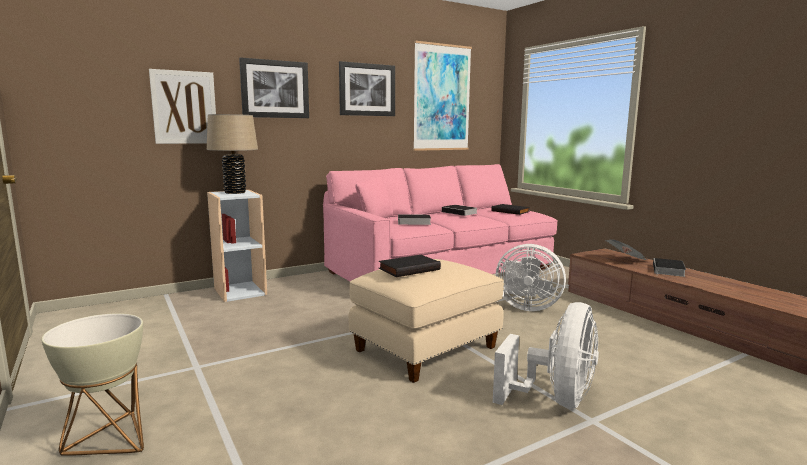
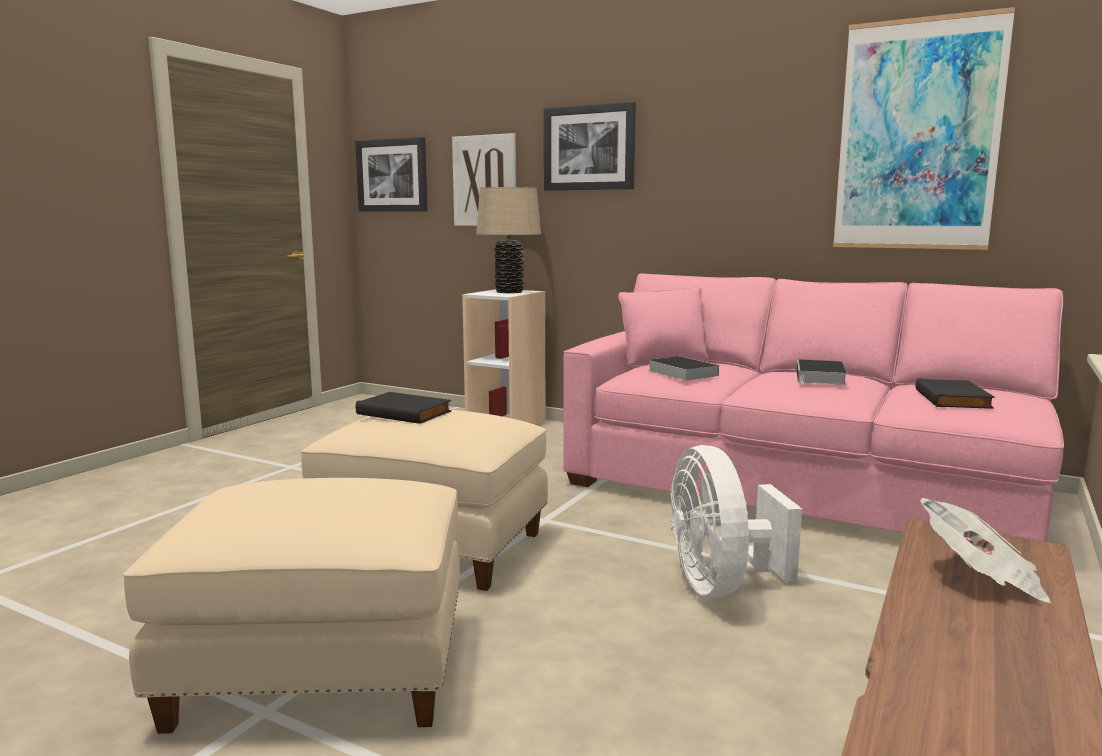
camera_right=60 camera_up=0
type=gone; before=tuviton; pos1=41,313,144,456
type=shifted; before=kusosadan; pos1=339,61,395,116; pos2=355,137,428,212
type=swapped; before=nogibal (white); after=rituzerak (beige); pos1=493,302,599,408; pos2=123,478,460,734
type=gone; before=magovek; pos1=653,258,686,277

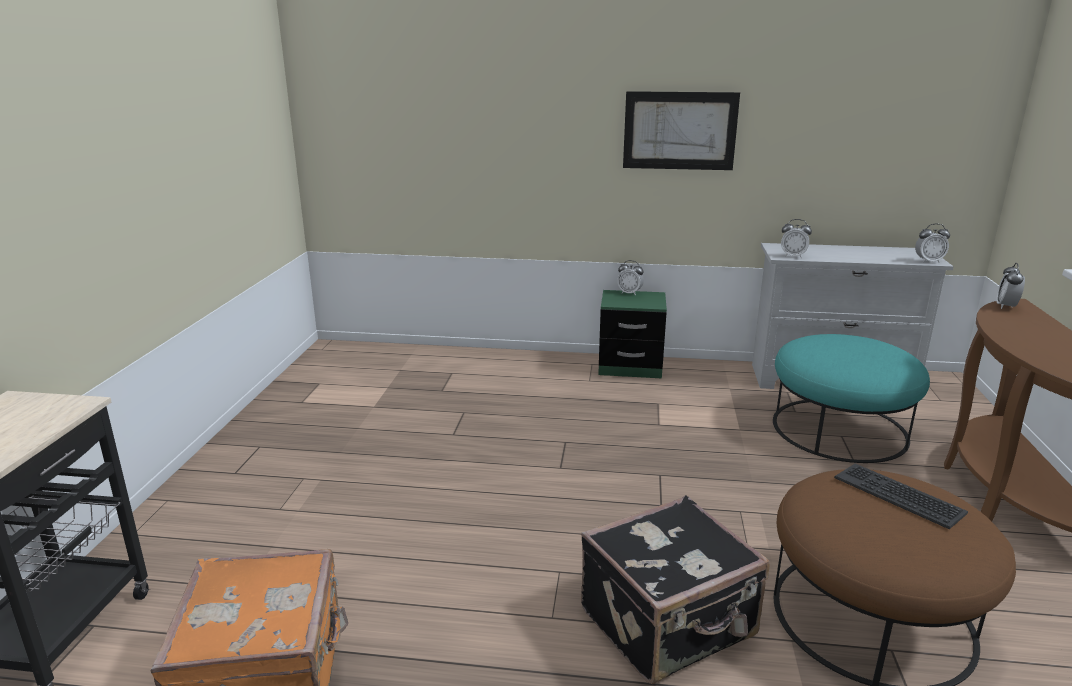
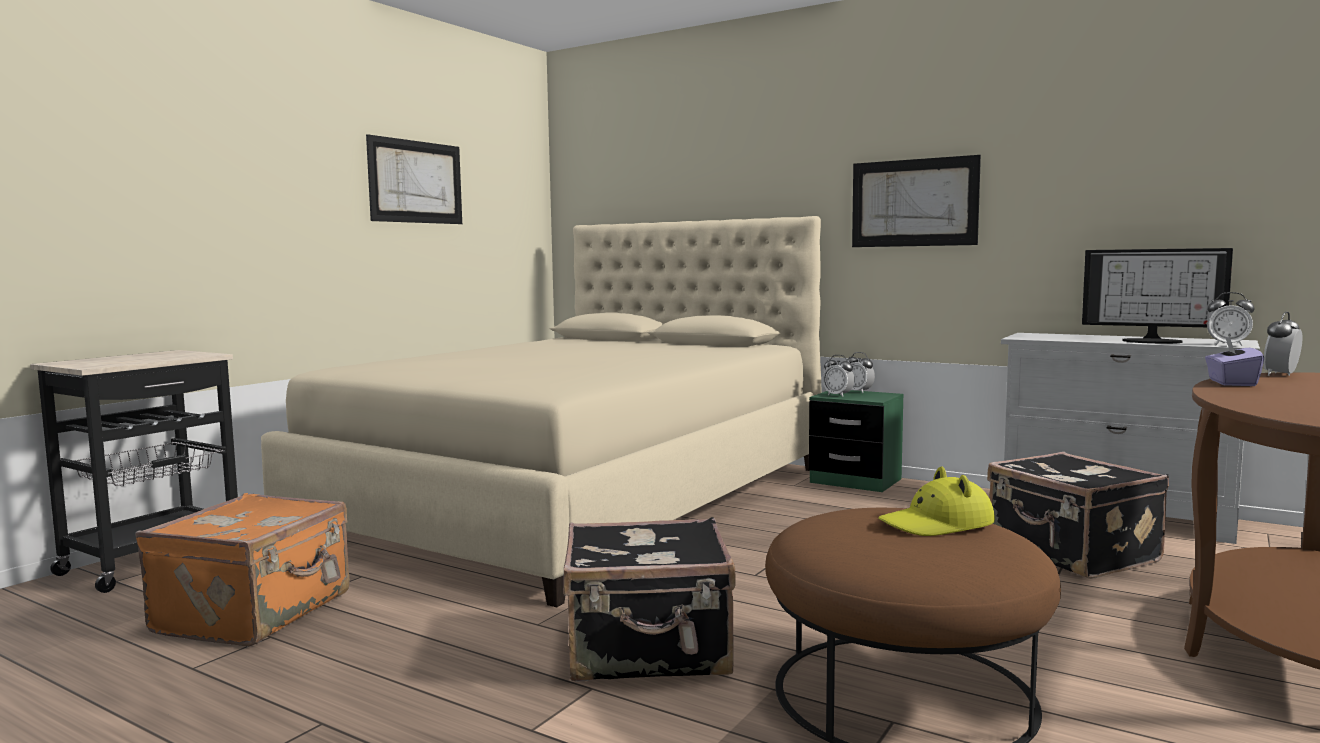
camera_right=25 camera_up=-15
type=swapped; before=rituzerak (turquoise); after=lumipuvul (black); pos1=773,334,930,463; pos2=987,452,1169,579
type=shifted; before=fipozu; pos1=781,219,812,258; pos2=823,355,855,397
type=swapped; before=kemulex; after=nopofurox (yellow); pos1=834,464,968,529; pos2=879,466,995,536
type=new; after=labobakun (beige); pos2=261,216,821,607
type=new; after=kusosadan; pos2=366,134,462,224
type=new; after=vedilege; pos2=1082,248,1233,344
type=new; after=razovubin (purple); pos2=1205,337,1264,386

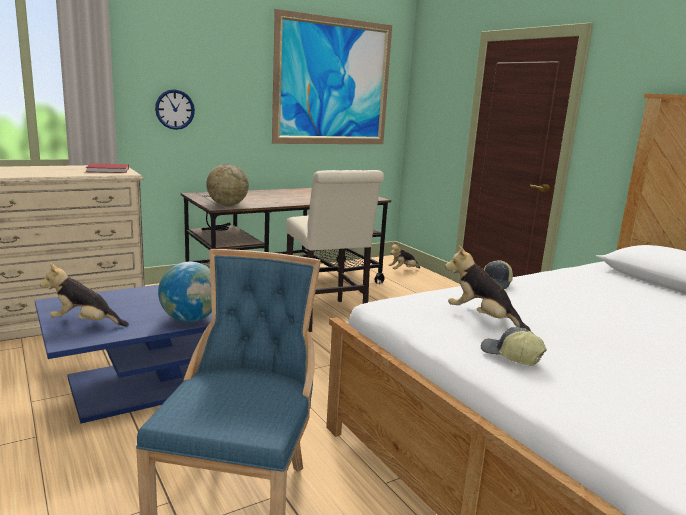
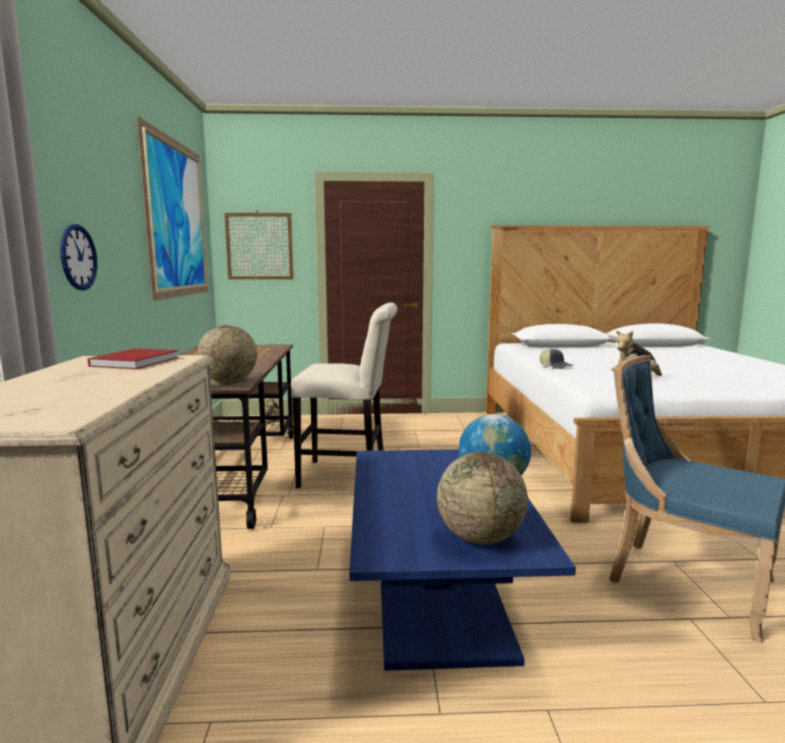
camera_right=-60 camera_up=-5
type=swapped; before=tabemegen; after=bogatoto; pos1=40,263,129,326; pos2=437,452,528,545
type=gone; before=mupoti; pos1=481,327,547,366
type=new; after=kusosadan; pos2=224,210,293,280

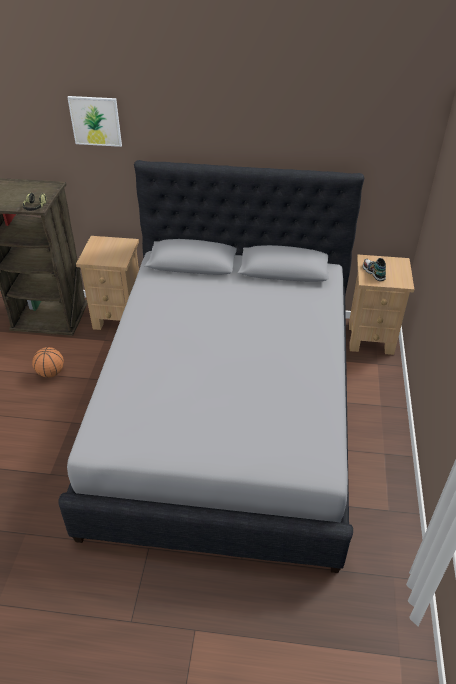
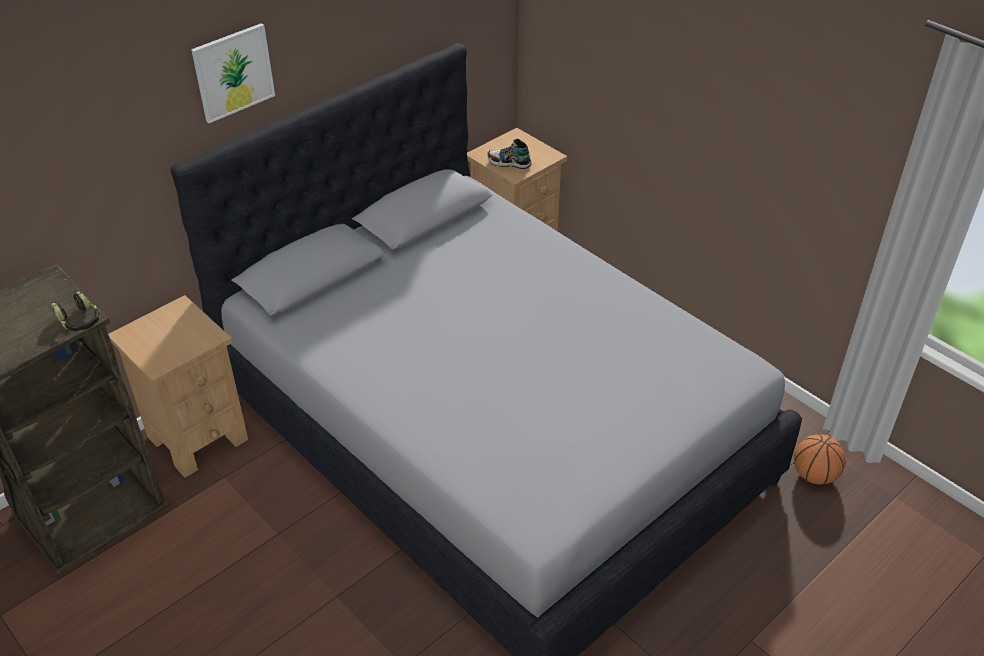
camera_right=-50 camera_up=0
type=shifted; before=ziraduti; pos1=32,347,64,378; pos2=794,434,846,485
type=shifted; before=kusosadan; pos1=67,96,122,147; pos2=191,23,275,123

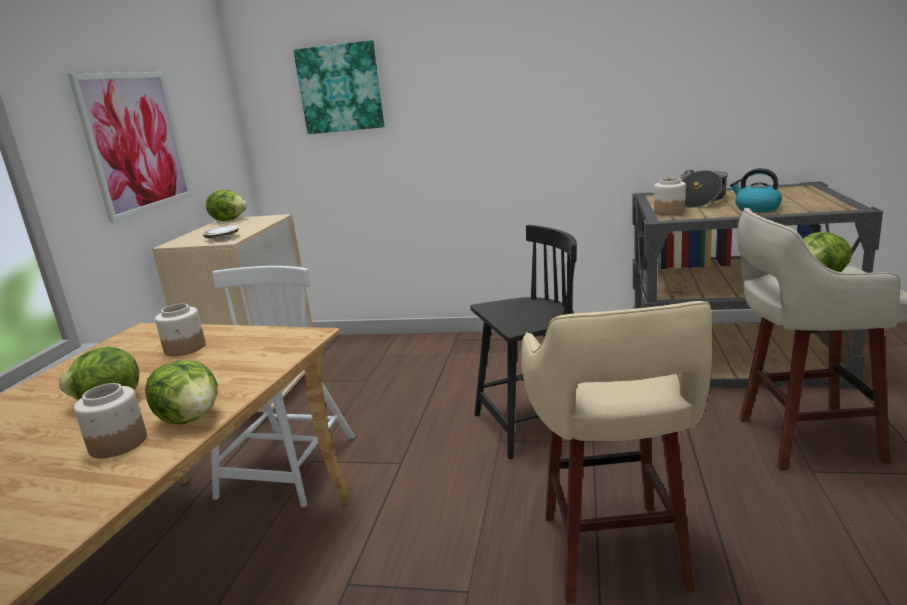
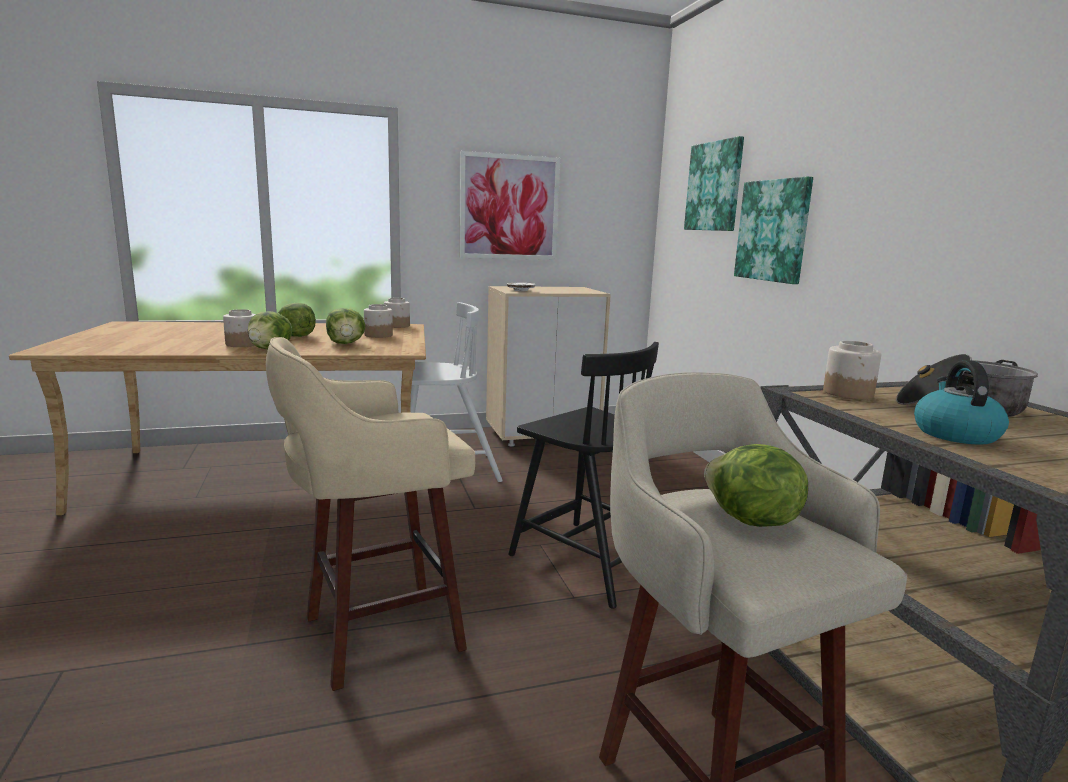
camera_right=60 camera_up=-5
type=shifted; before=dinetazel; pos1=206,190,247,221; pos2=326,308,366,344
type=new; after=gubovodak; pos2=384,298,410,328
type=new; after=kusosadan; pos2=734,177,813,284

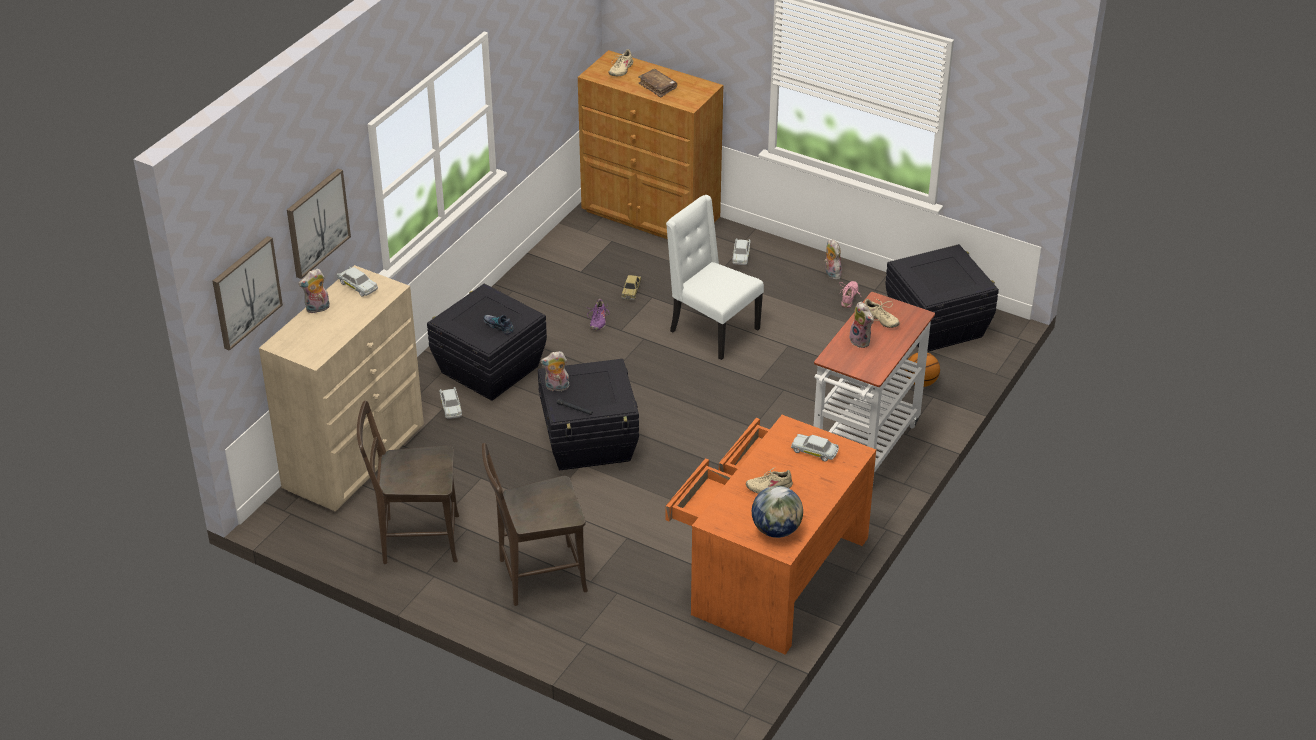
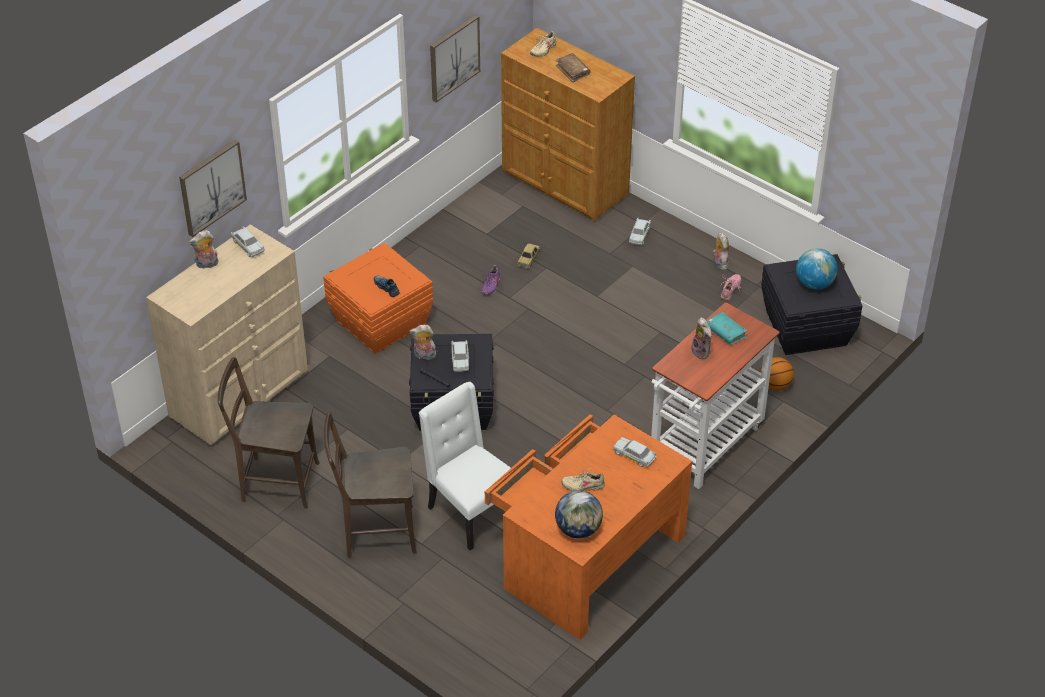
camera_right=10 camera_up=5
type=shifted; before=kusosadan; pos1=213,236,283,351; pos2=430,15,480,103
type=repainted; before=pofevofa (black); after=pofevofa (orange); pos1=427,283,547,401; pos2=323,243,433,354
type=shifted; before=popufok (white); pos1=439,387,462,419; pos2=451,340,469,372
type=shifted; before=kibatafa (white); pos1=666,195,764,360; pos2=419,382,511,550
type=swapped; before=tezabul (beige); after=magovek (turquoise); pos1=864,298,900,328; pos2=707,312,747,345
type=new; after=bogatoto; pos2=796,248,838,289

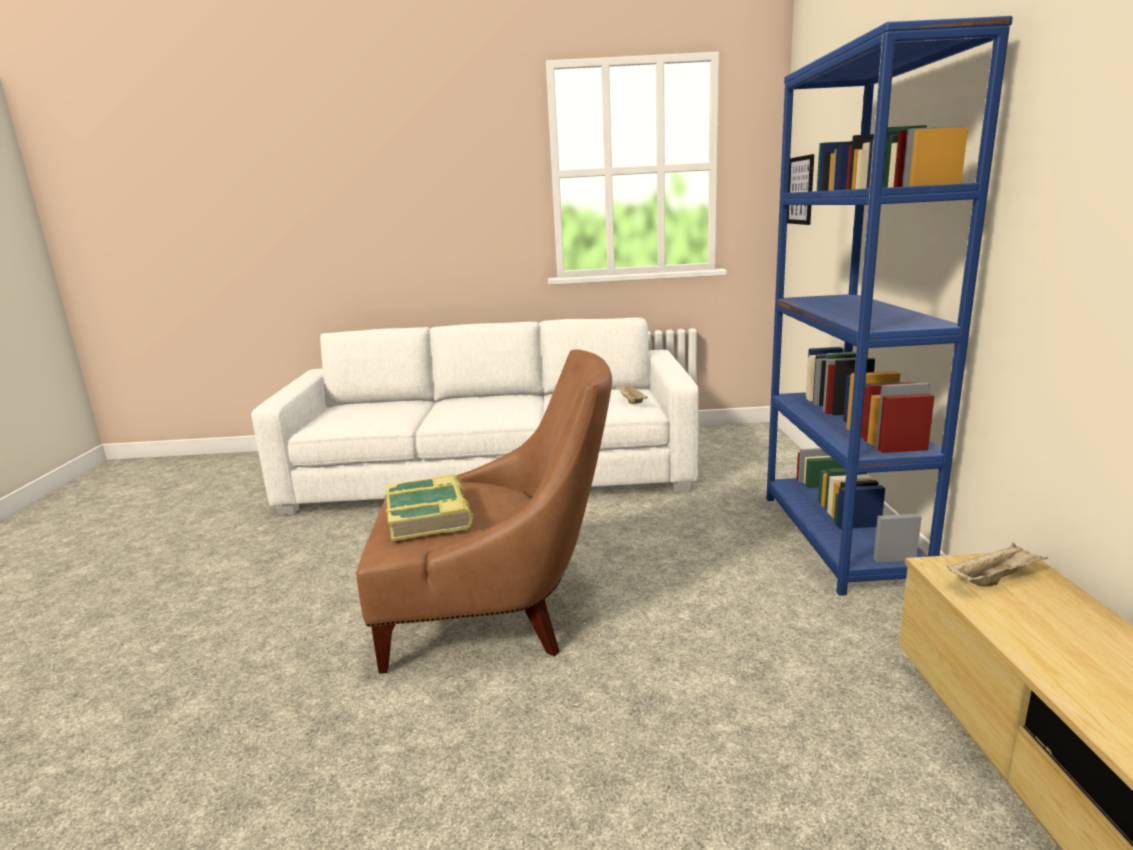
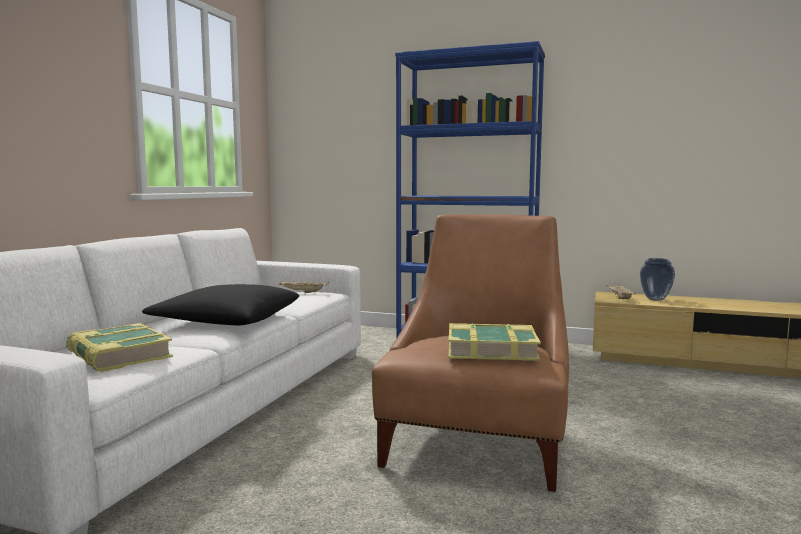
camera_right=-70 camera_up=-10
type=gone; before=kusosadan; pos1=787,154,814,225
type=new; after=magovek; pos2=66,323,173,372
type=new; after=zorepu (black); pos2=142,284,299,325
type=new; after=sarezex; pos2=640,258,675,301

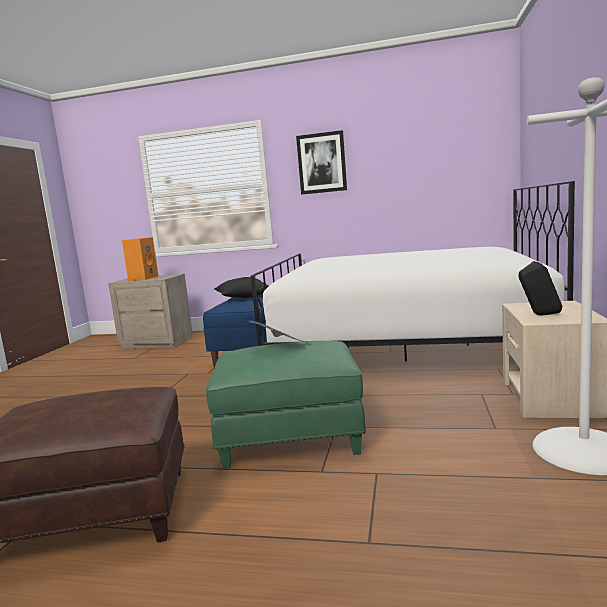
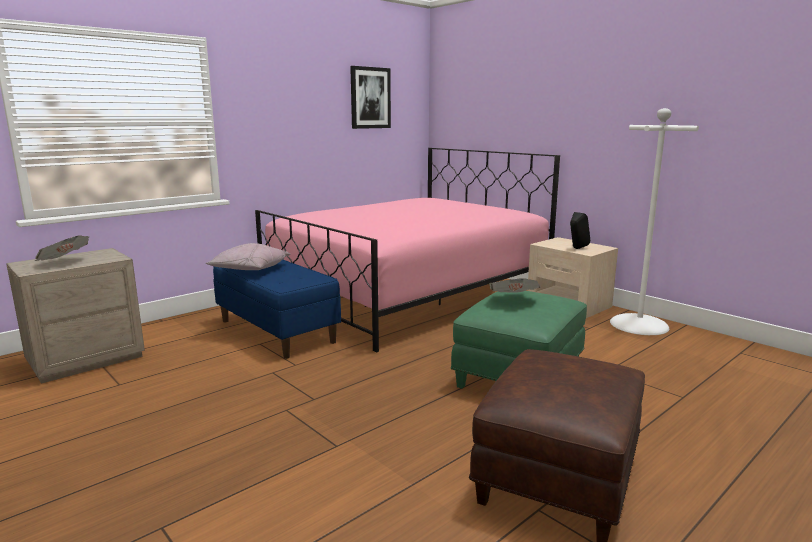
camera_right=-55 camera_up=5
type=swapped; before=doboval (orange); after=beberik; pos1=122,237,159,281; pos2=35,235,89,261
type=repainted; before=zorepu (black); after=zorepu (purple); pos1=214,277,269,298; pos2=206,243,291,270
type=repainted; before=labobakun (white); after=labobakun (pink); pos1=251,181,575,362; pos2=255,148,560,353
type=shifted; before=kusosadan; pos1=296,130,347,195; pos2=350,66,391,129

